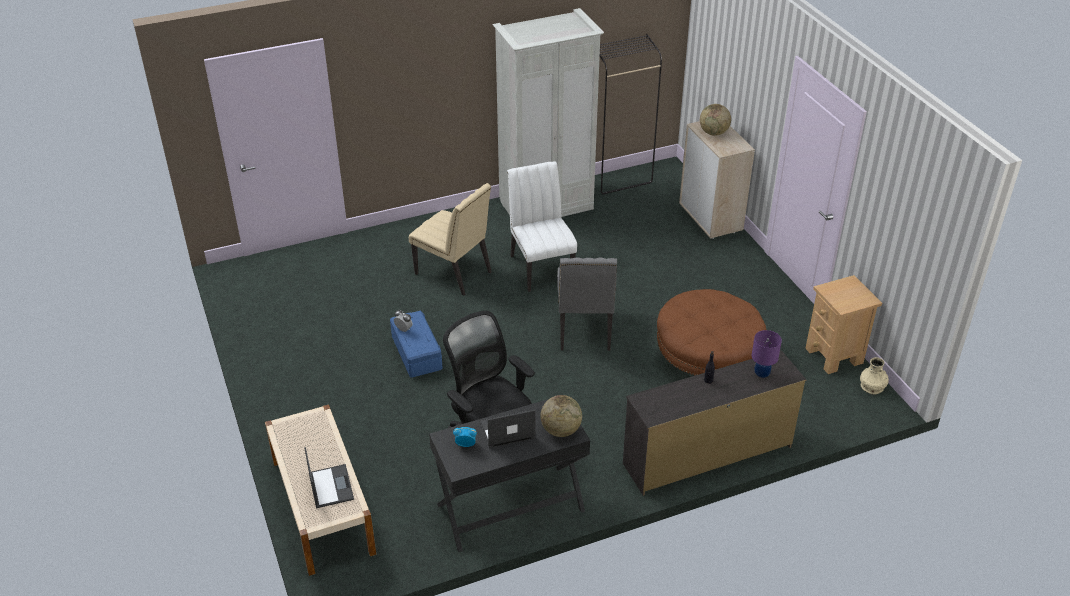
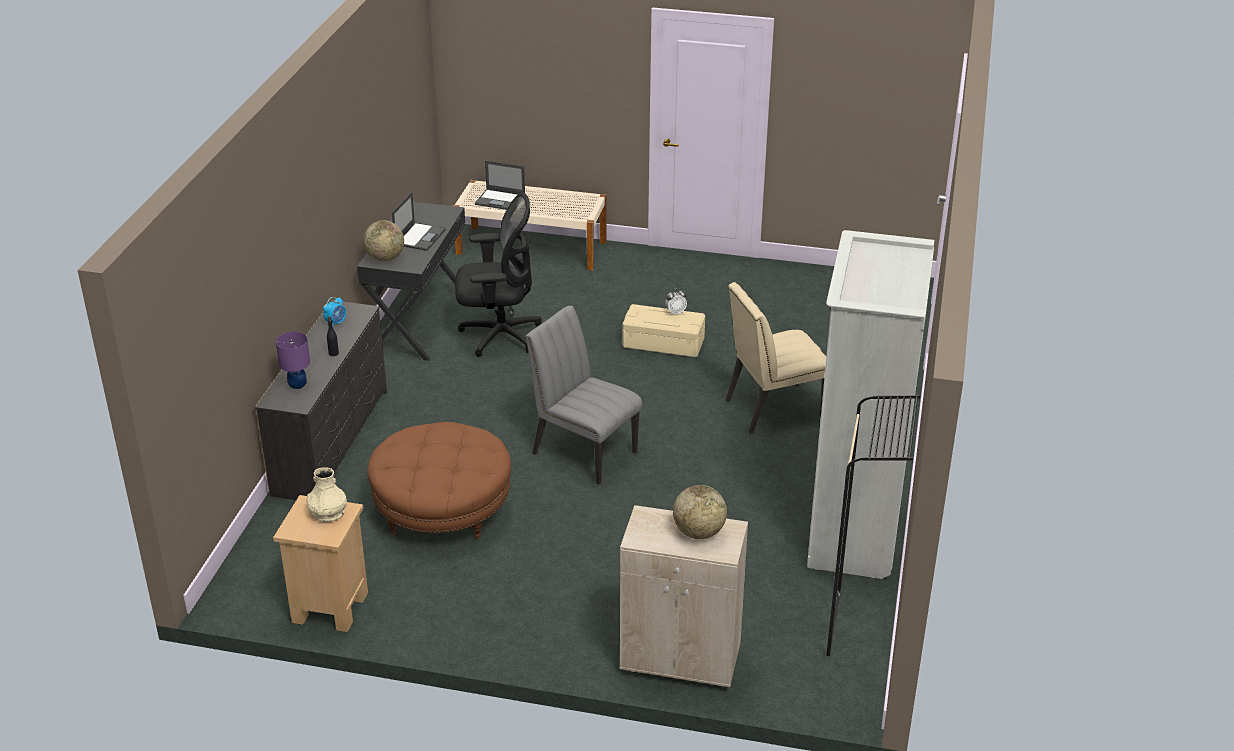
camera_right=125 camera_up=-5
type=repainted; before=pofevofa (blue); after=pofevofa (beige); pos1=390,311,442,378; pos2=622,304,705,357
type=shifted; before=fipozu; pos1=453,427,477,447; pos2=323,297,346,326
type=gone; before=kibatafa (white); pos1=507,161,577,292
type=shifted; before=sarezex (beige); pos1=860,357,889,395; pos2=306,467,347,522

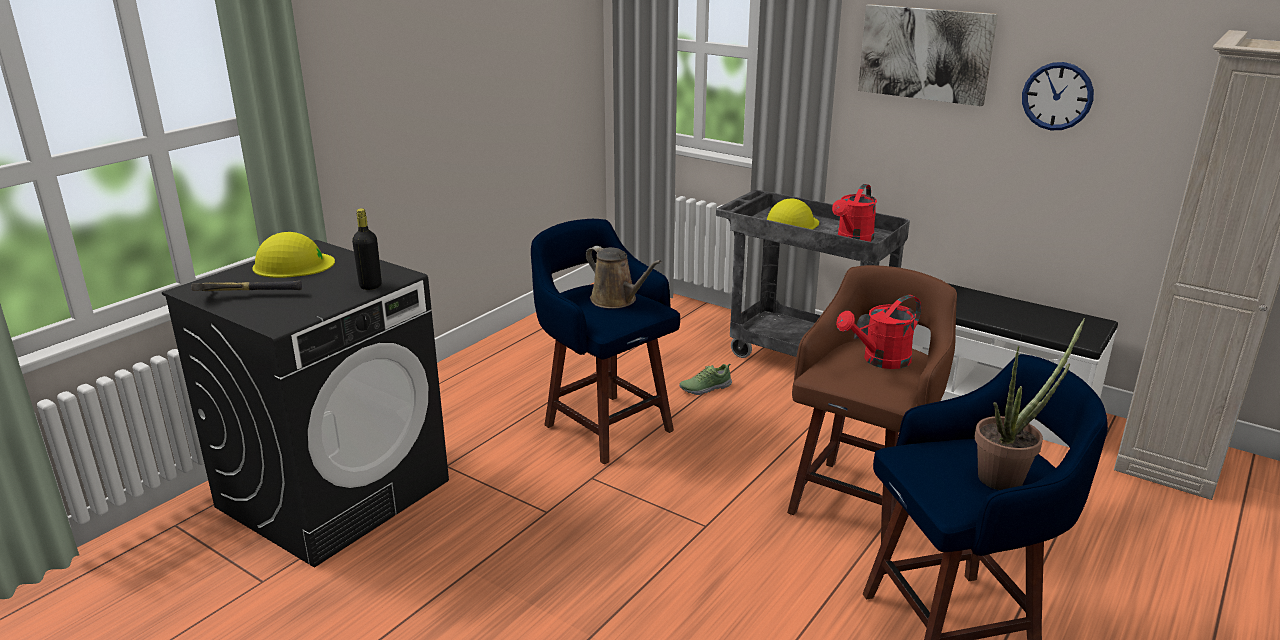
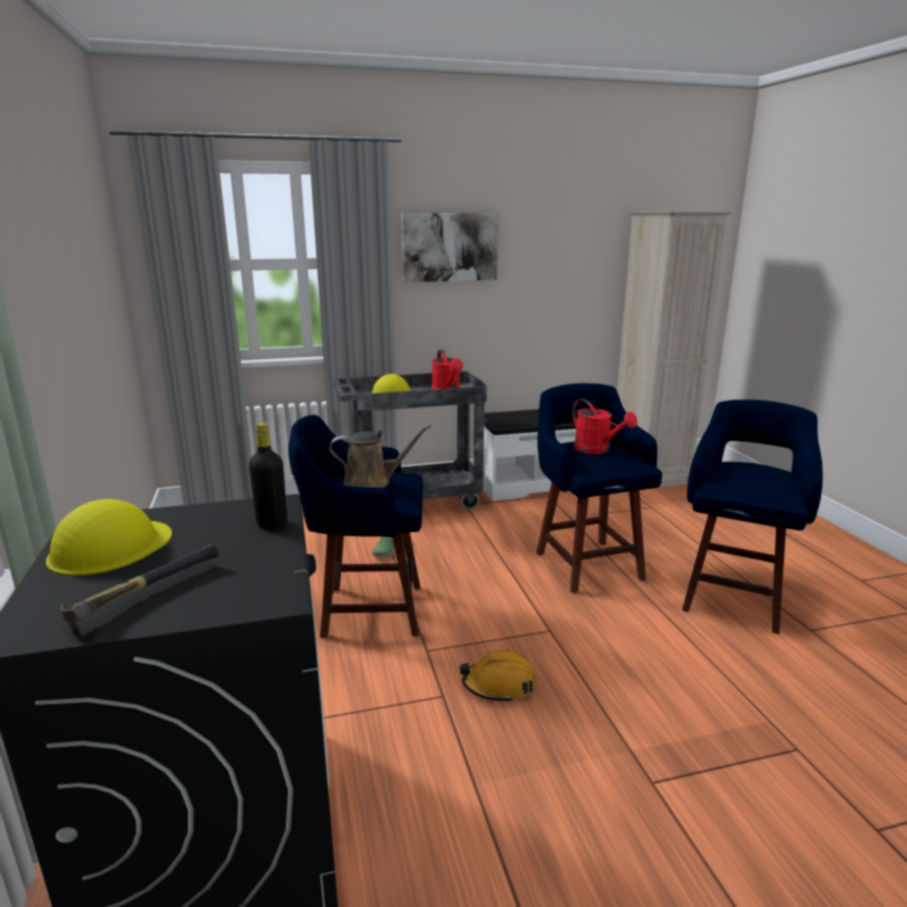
camera_right=-50 camera_up=-5
type=repainted; before=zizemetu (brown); after=zizemetu (blue); pos1=787,265,957,543; pos2=536,383,662,593
type=rotated; before=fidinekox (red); pos1=836,295,921,369; pos2=572,399,637,454; turn=-45
type=gone; before=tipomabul; pos1=975,318,1085,490
type=gone; before=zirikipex; pos1=1022,62,1094,130
type=new; after=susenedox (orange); pos2=459,650,537,703

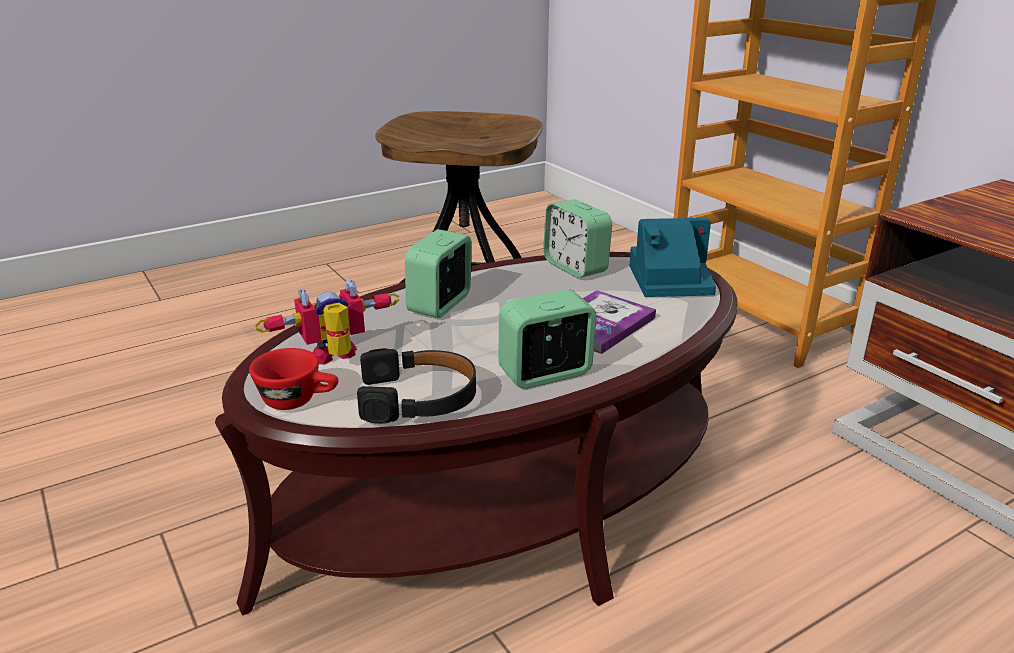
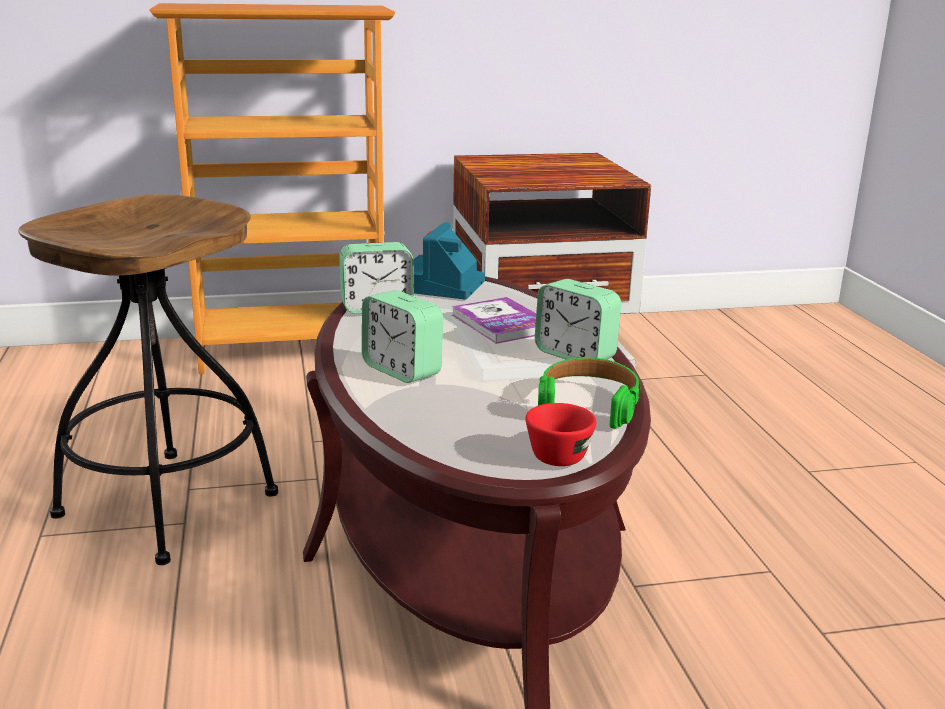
camera_right=-70 camera_up=-5
type=gone; before=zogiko; pos1=254,279,399,365
type=repainted; before=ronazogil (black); after=ronazogil (green); pos1=357,348,476,424; pos2=538,357,640,429
type=rotated; before=fipozu; pos1=498,289,597,389; pos2=535,279,622,360; turn=-45

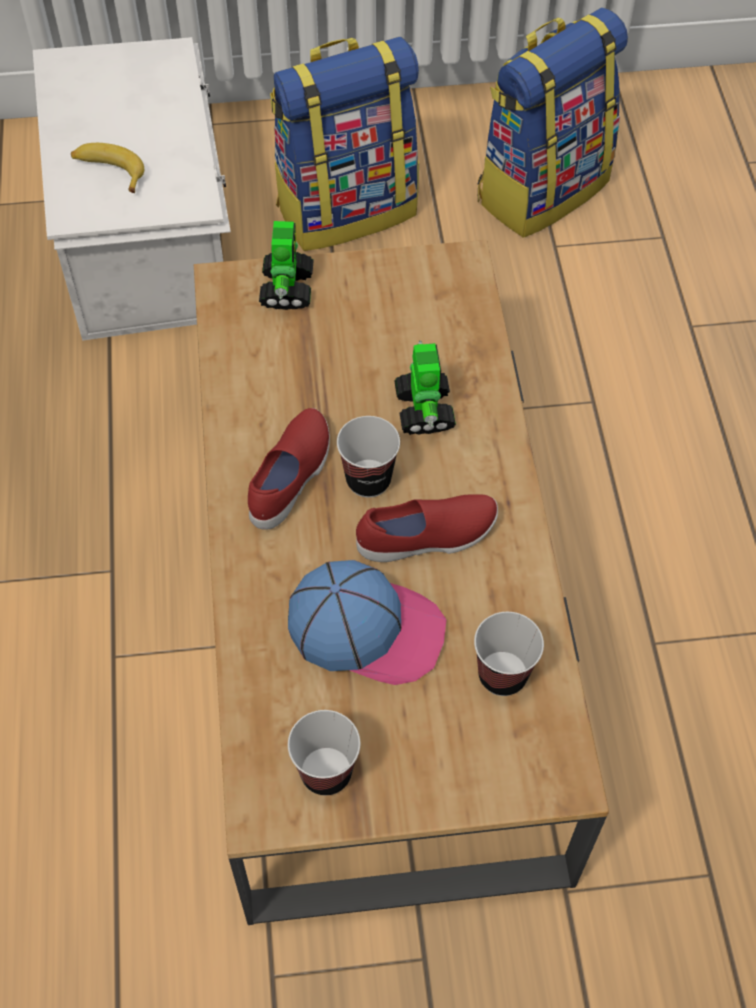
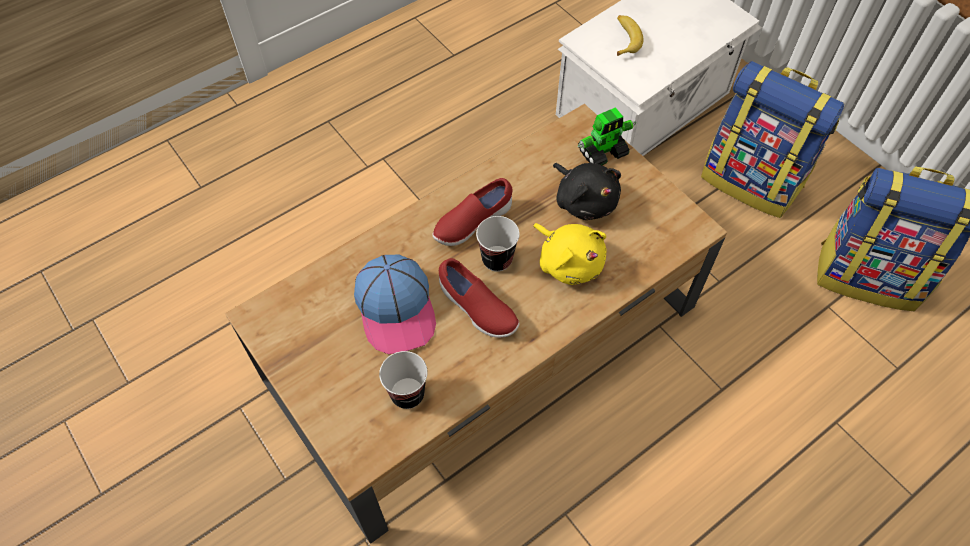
camera_right=60 camera_up=0
type=rotated; before=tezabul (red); pos1=248,408,330,530; pos2=432,178,512,246; turn=150
type=gone; before=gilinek; pos1=288,710,360,795
type=swapped; before=zogiko; after=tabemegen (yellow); pos1=394,340,456,435; pos2=533,223,607,285
type=new; after=tabemegen (black); pos2=553,163,621,220

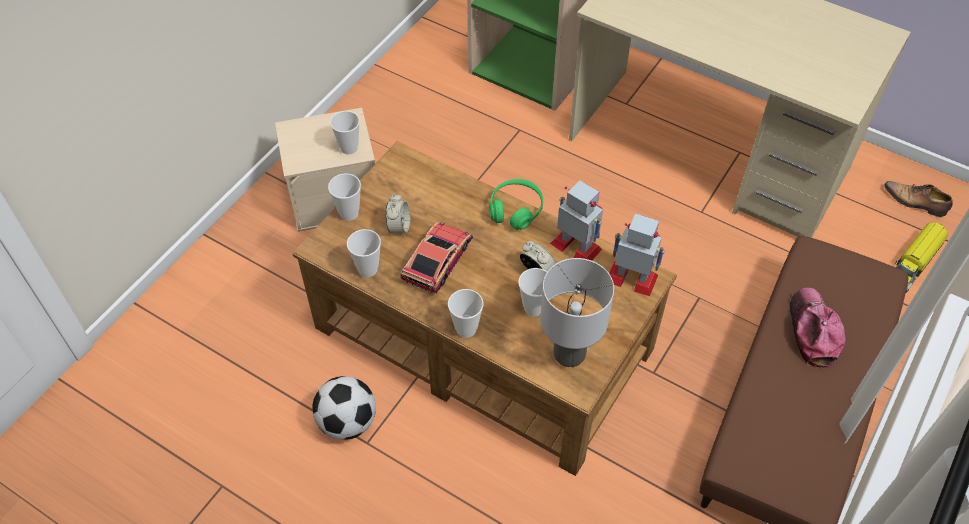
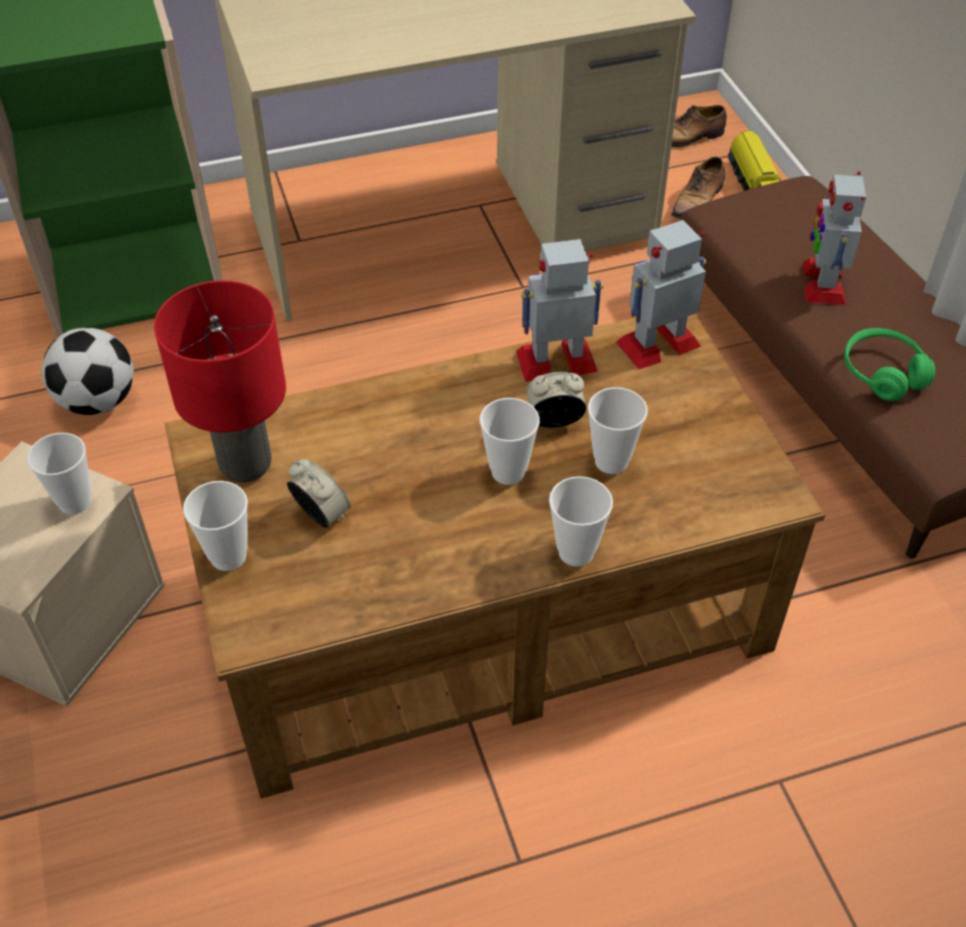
camera_right=-50 camera_up=-5
type=shifted; before=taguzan; pos1=312,376,376,440; pos2=42,328,134,415
type=shifted; before=gilinek; pos1=347,229,381,277; pos2=480,398,540,485
type=gone; before=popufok; pos1=400,222,473,293
type=shifted; before=ronazogil (green); pos1=490,179,543,230; pos2=844,328,935,401
type=gone; before=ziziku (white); pos1=540,258,614,367
type=swapped; before=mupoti; after=zogiko; pos1=790,288,846,369; pos2=803,171,866,305
type=new; after=ziziku (red); pos2=154,280,286,482
type=new; after=tezabul; pos2=671,157,725,219

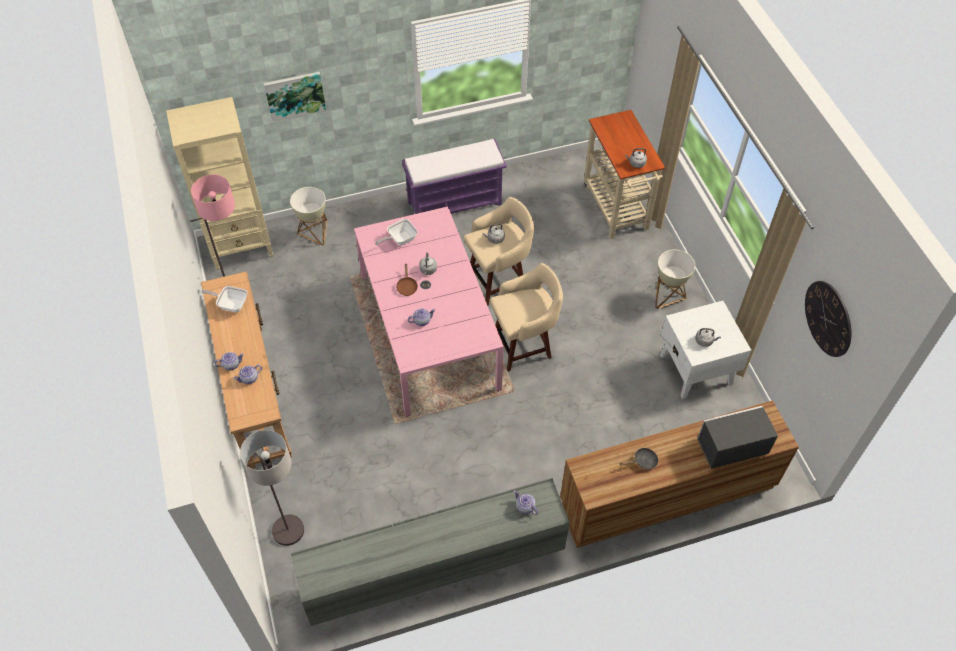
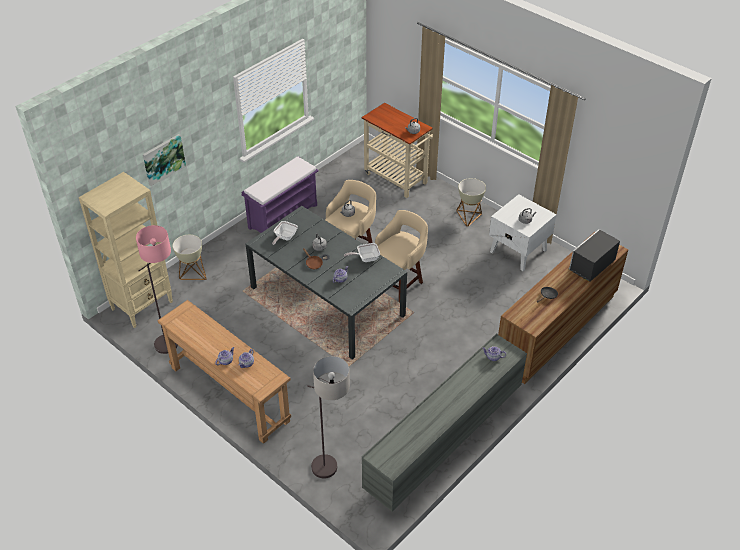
camera_right=-30 camera_up=-10
type=shifted; before=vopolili; pos1=201,286,247,313; pos2=344,243,380,262
type=repainted; before=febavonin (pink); after=febavonin (grey); pos1=354,206,504,417; pos2=246,206,407,360
type=gone; before=zirikipex; pos1=805,281,851,357

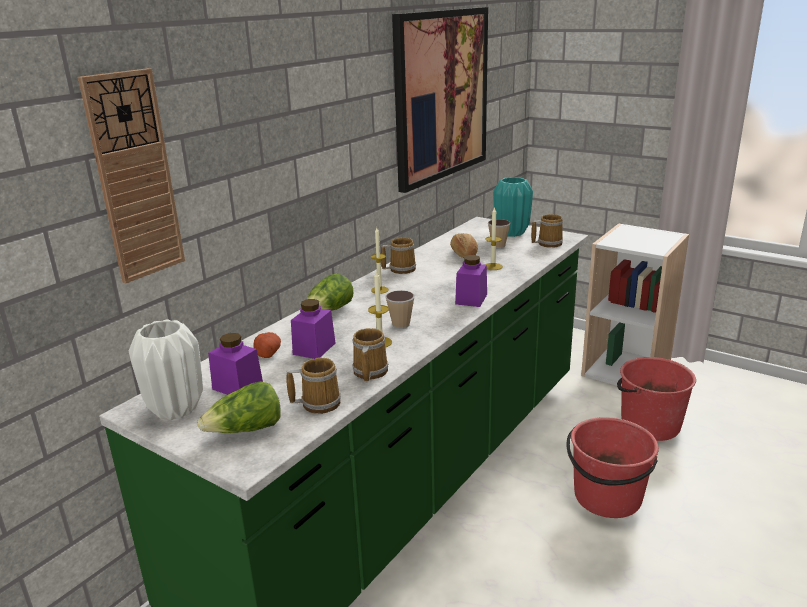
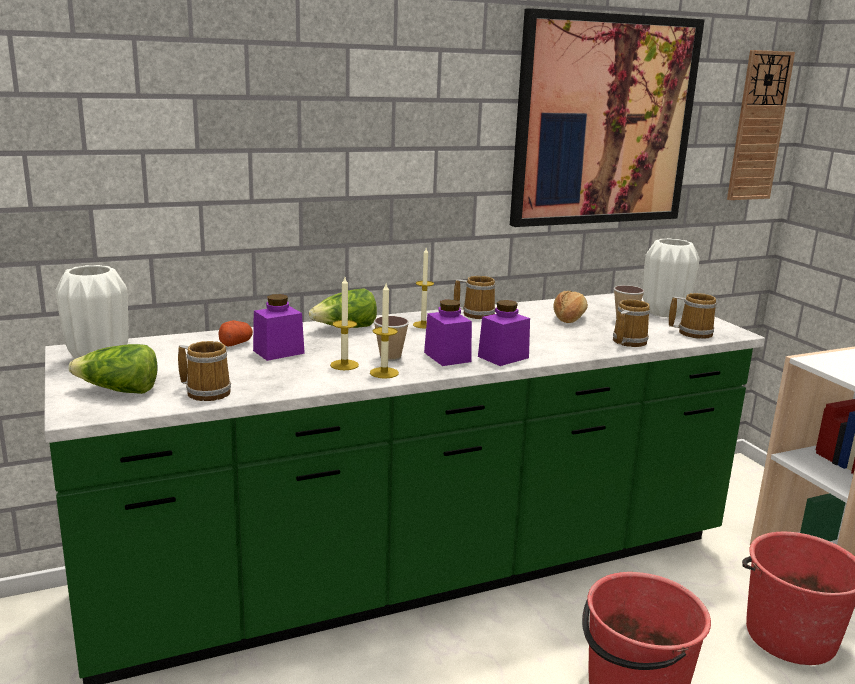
camera_right=30 camera_up=-5
type=shifted; before=zirikipex; pos1=78,68,185,283; pos2=727,50,795,200
type=shifted; before=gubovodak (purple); pos1=208,333,263,395; pos2=424,300,472,366
type=shifted; before=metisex; pos1=352,328,388,382; pos2=613,299,650,347
type=shifted; before=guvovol; pos1=485,207,503,270; pos2=370,283,399,379
type=repainted; before=sarezex (turquoise); after=sarezex (white); pos1=493,177,533,237; pos2=643,238,700,317

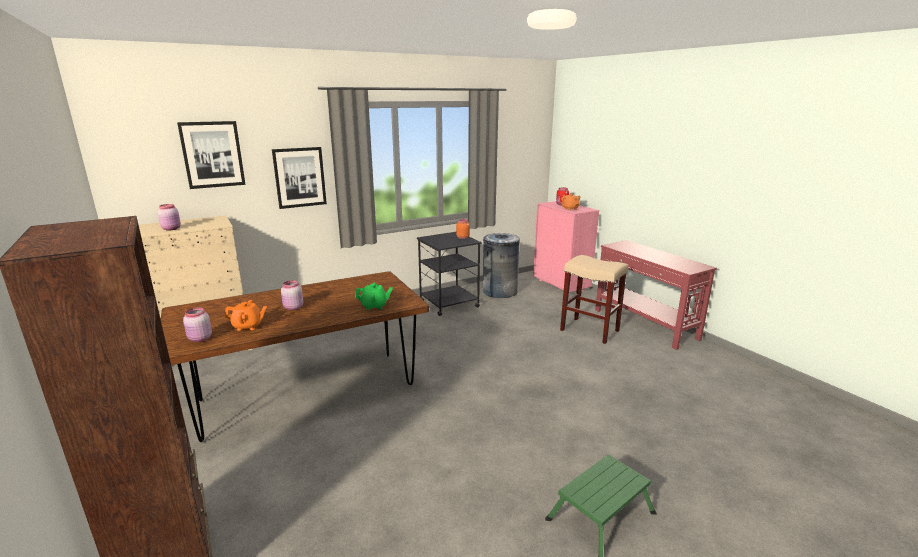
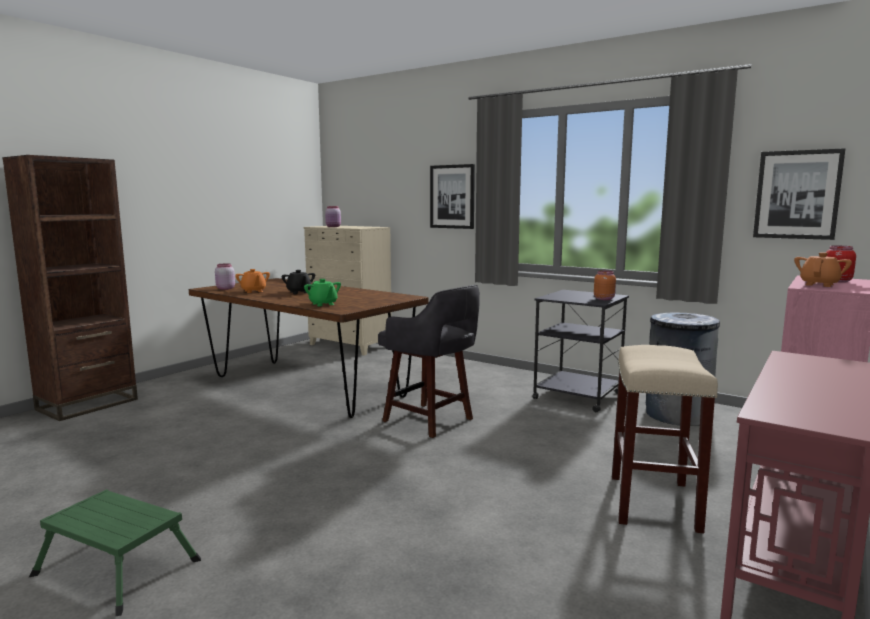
camera_right=65 camera_up=-10
type=shifted; before=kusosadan; pos1=177,121,246,189; pos2=753,148,845,240
type=swapped; before=gubovodak (pink); after=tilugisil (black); pos1=281,280,303,310; pos2=281,270,315,294
type=new; after=zizemetu (grey); pos2=378,285,480,438

